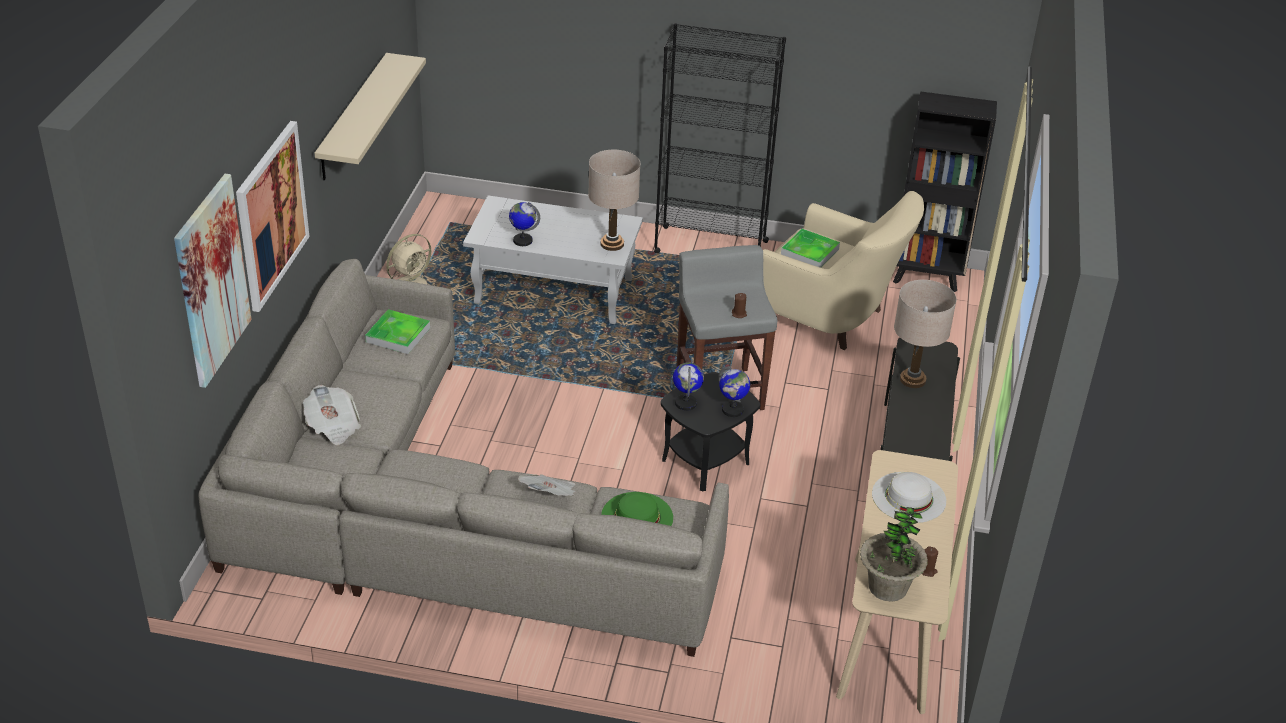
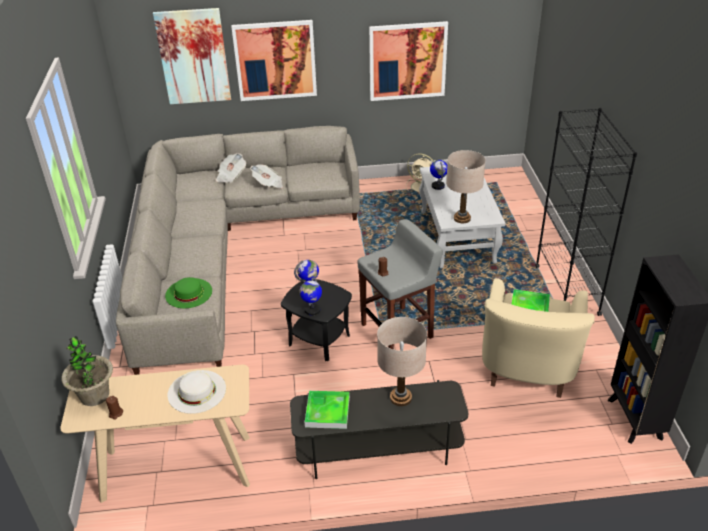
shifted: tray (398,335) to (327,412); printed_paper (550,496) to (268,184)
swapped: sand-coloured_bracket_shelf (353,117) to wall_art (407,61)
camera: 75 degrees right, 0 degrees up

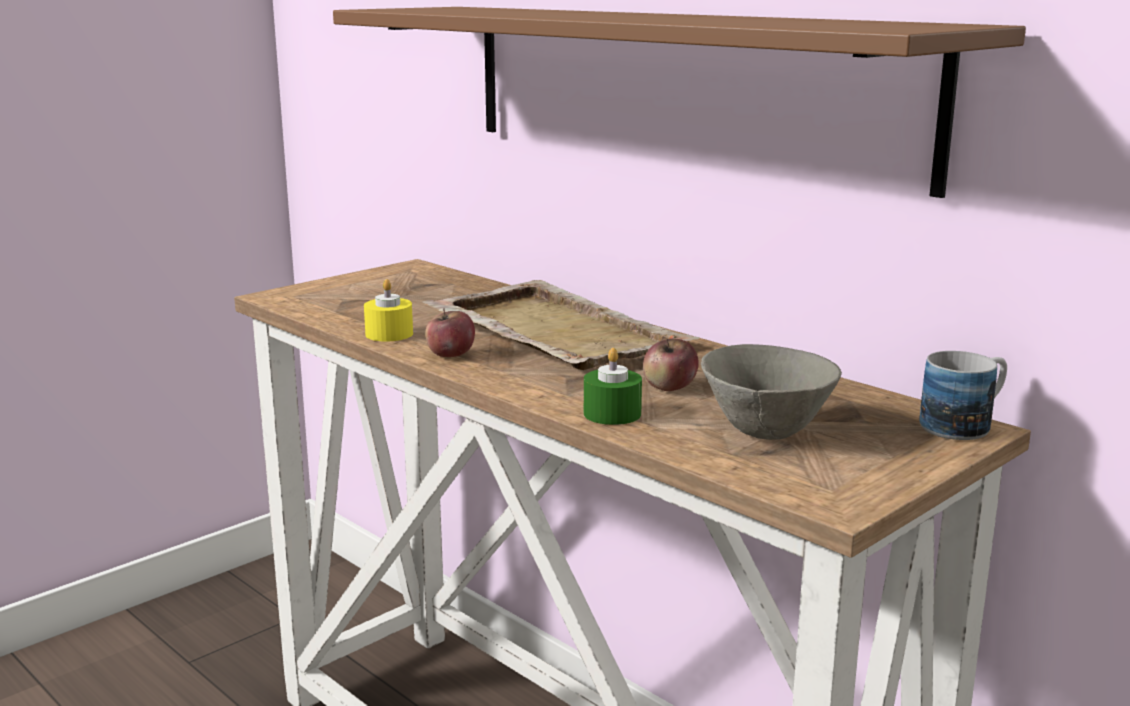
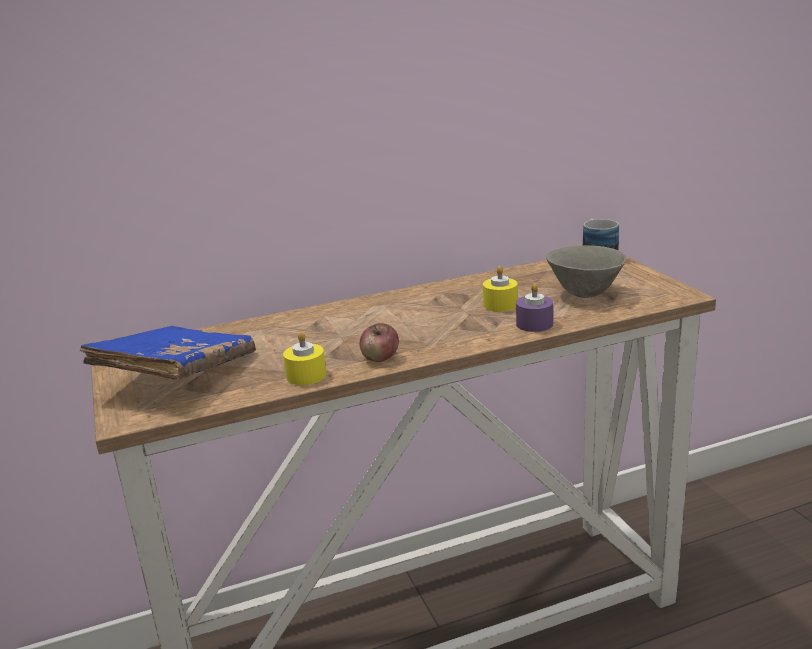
gone: brownish_bracket_shelf (680,87); sand-coloured_tray (553,331)
new: blue-coloured_book (177,375)
swapped: whole_apple (669,387) to yellowish_wax_light (500,304)
repainted: greenish_wax_light (612,414) to purple_wax_light (534,324)
camera: 65 degrees left, 5 degrees up

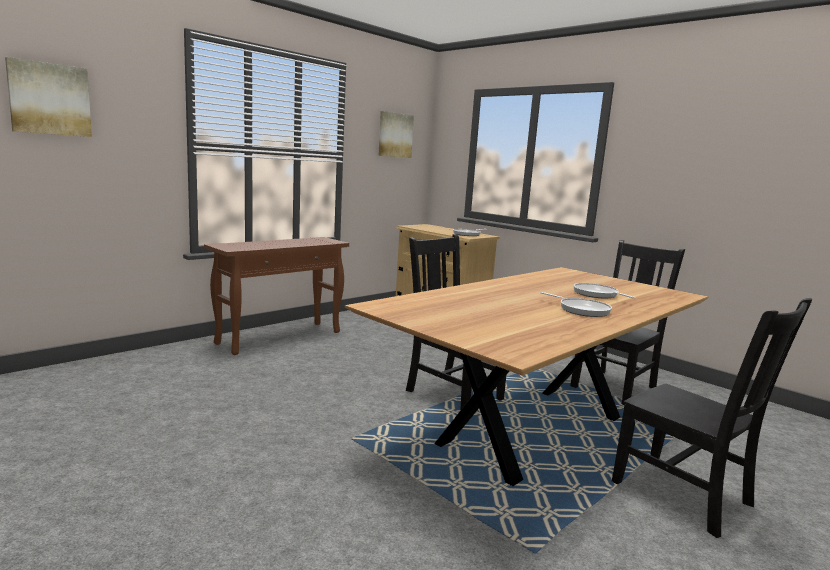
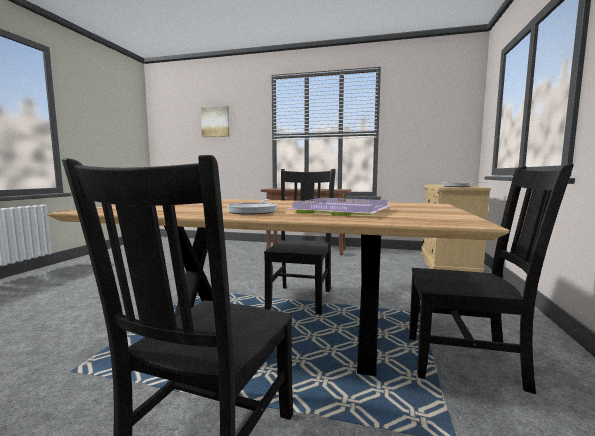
gone: wall_art (395,135)
swapped: skillet (597,294) to purple_tray (339,211)
camera: 60 degrees right, 5 degrees down

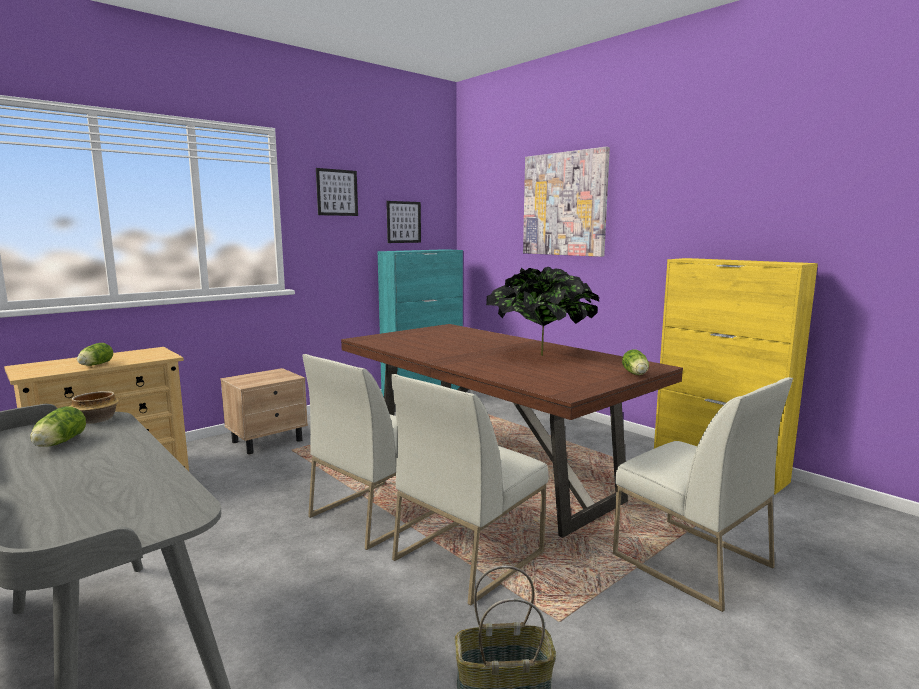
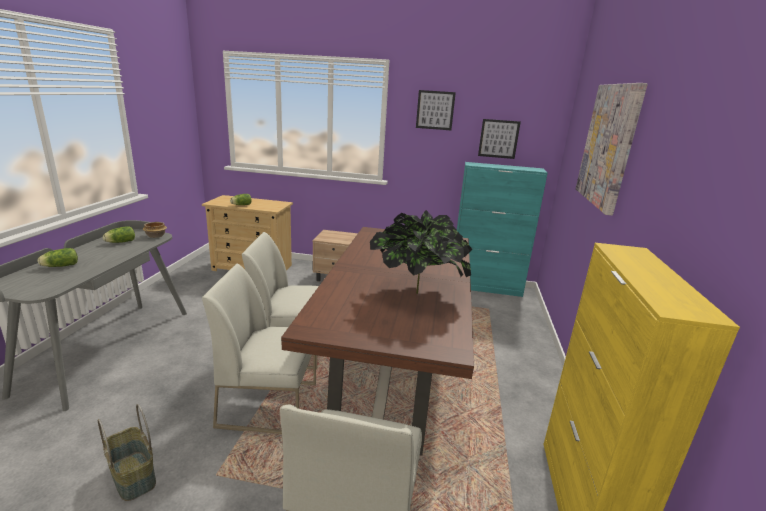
shifted: lettuce_head (636,374) to (59,266)
camera: 50 degrees right, 10 degrees up

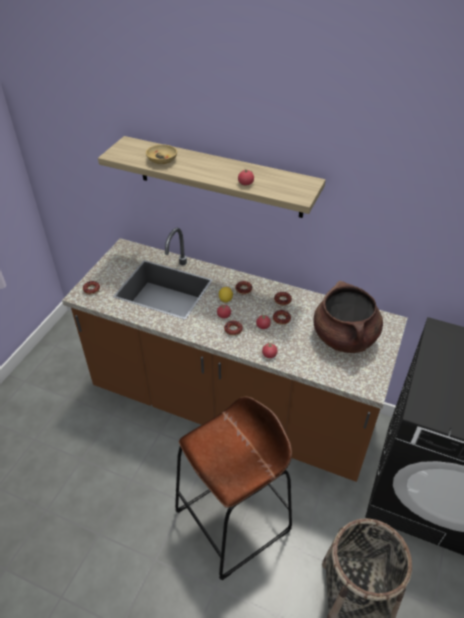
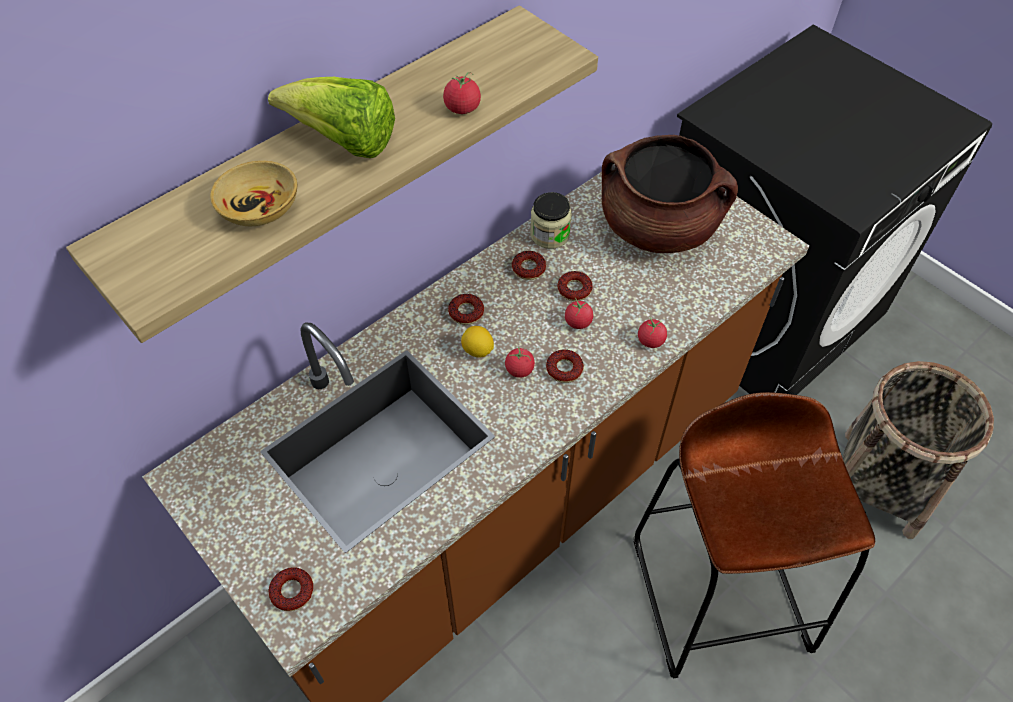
new: lettuce_head (344,142); preserve_jar (550,235)
camera: 65 degrees left, 10 degrees up

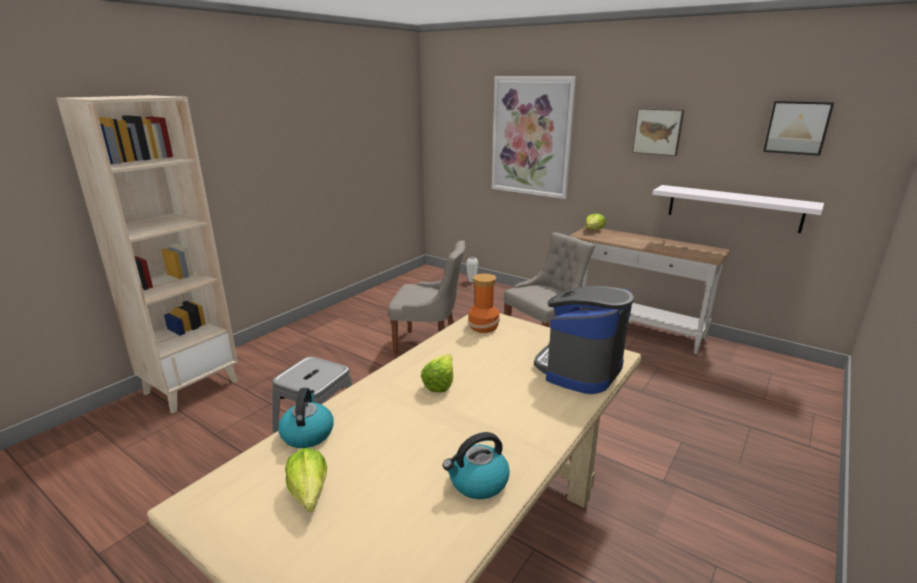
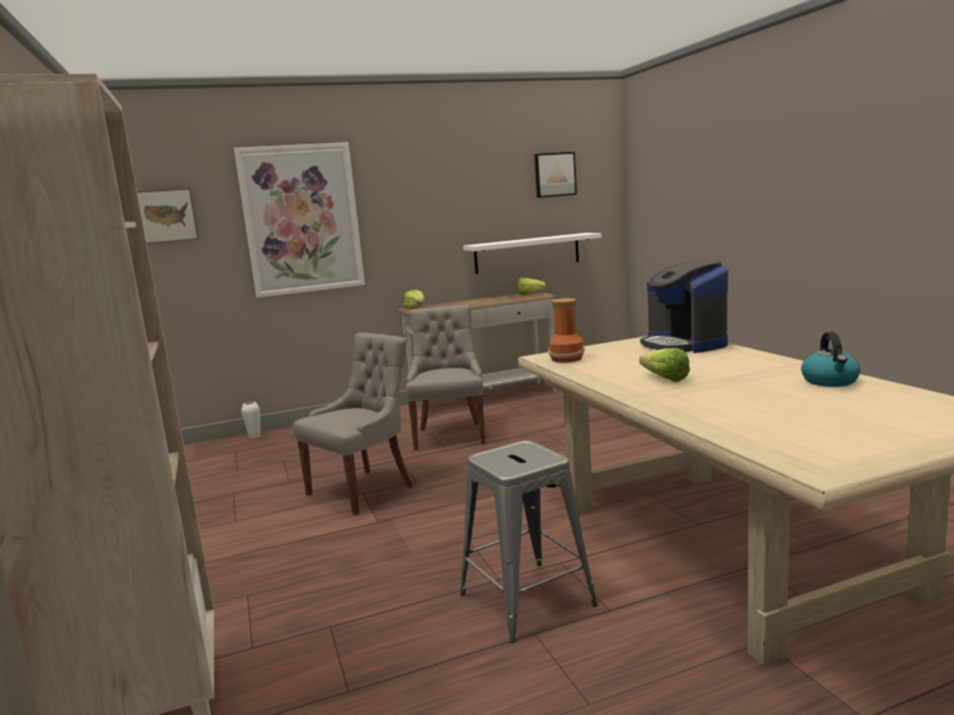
gone: kettle (307,433)
shifted: lettuce_head (308,499) to (532,294); wall_art (658,131) to (167,215)
camera: 55 degrees left, 10 degrees down

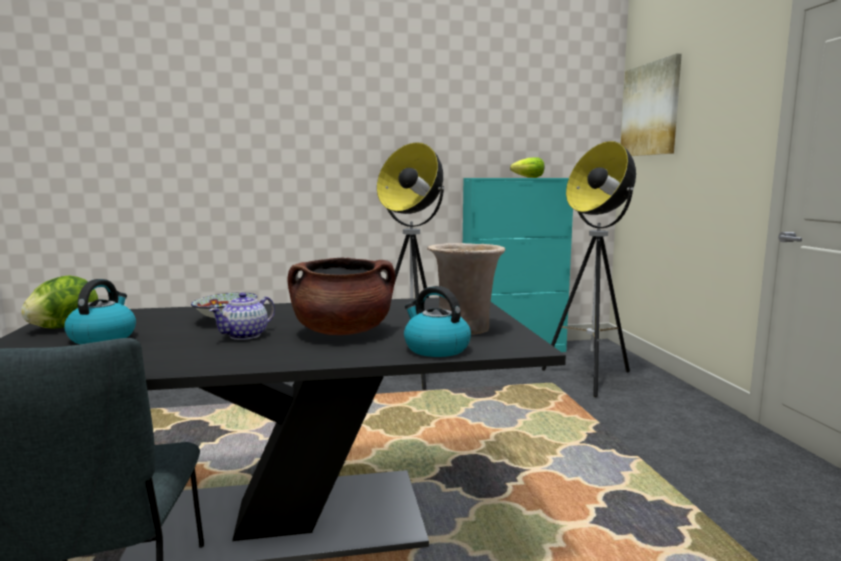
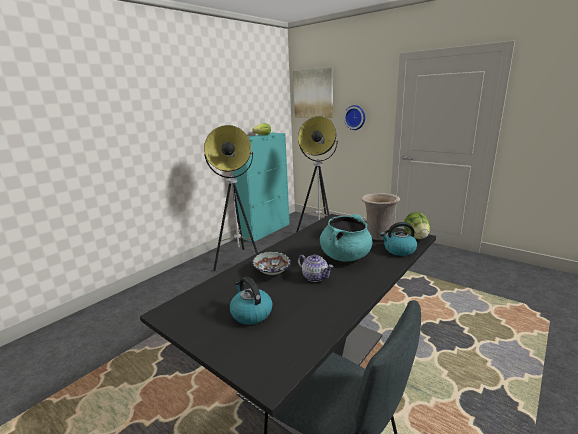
new: clock_on_the_wall (355,117)
shifted: lettuce_head (64,327) to (416,237)
repainted: brownish_stockpot (343,332) to blue-green_stockpot (345,256)
rotated: pot_for_tea (245,335) = (315,277) 45 degrees counterclockwise
camera: 40 degrees left, 10 degrees up

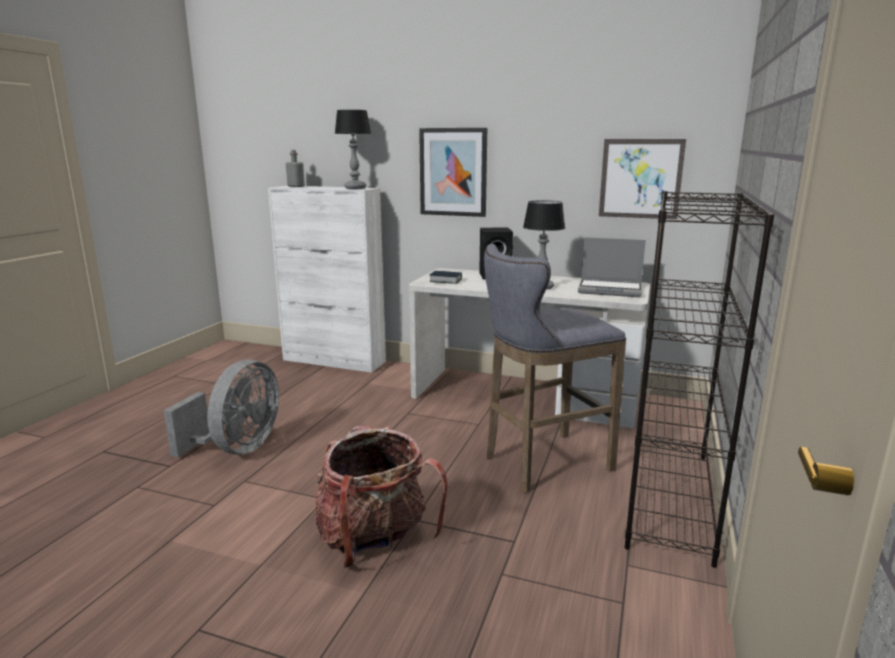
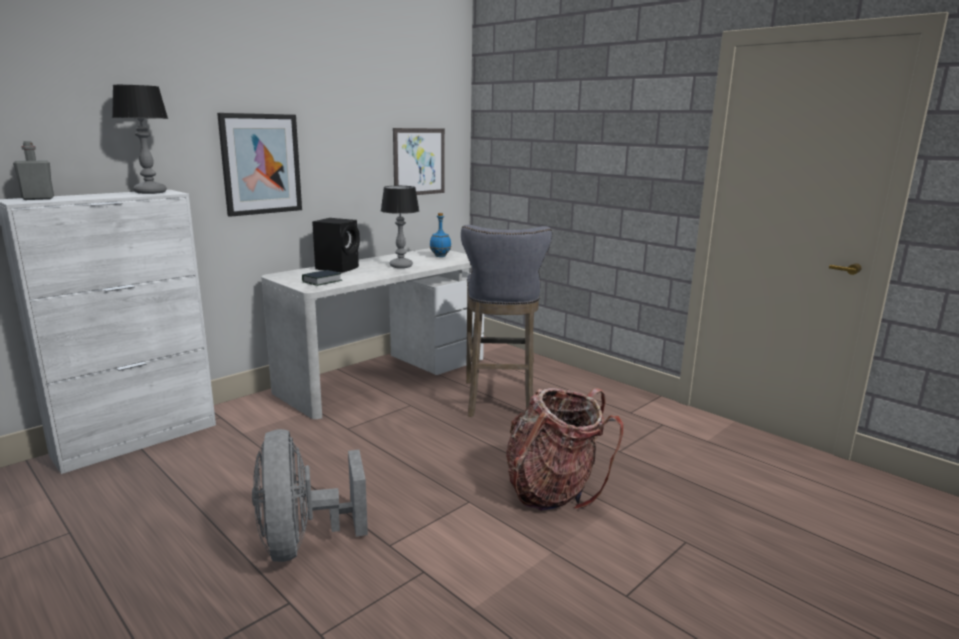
gone: black_bookcase (670,498)
swapped: laptop (611,290) to blue-coloured_beverage_bottle (440,256)
rotated: greyish_electric_fan (237,448) = (303,542) 150 degrees counterclockwise
camera: 65 degrees left, 0 degrees up

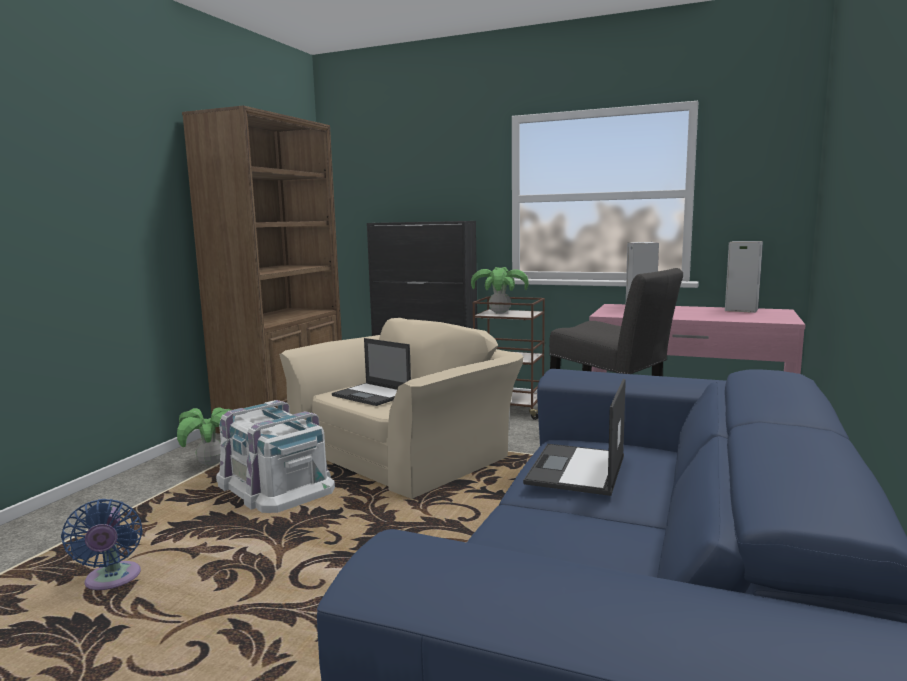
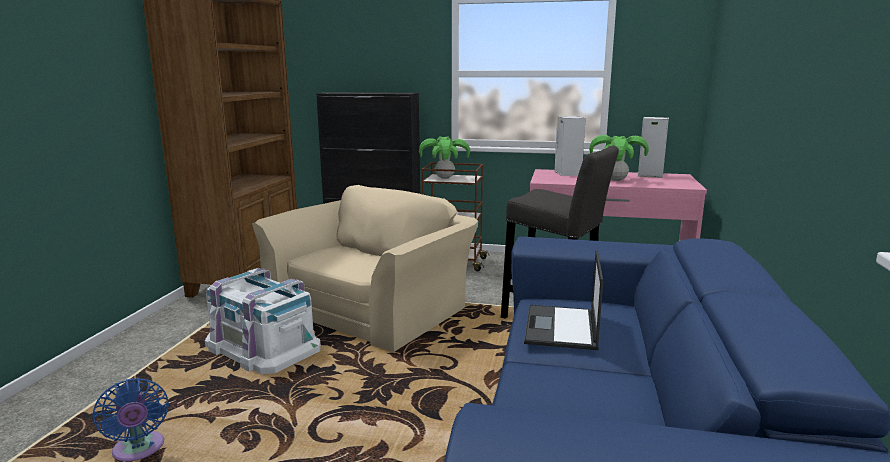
gone: laptop (373,395)
shifted: potted_plant (211,463) to (616,180)
camera: 10 degrees left, 5 degrees up

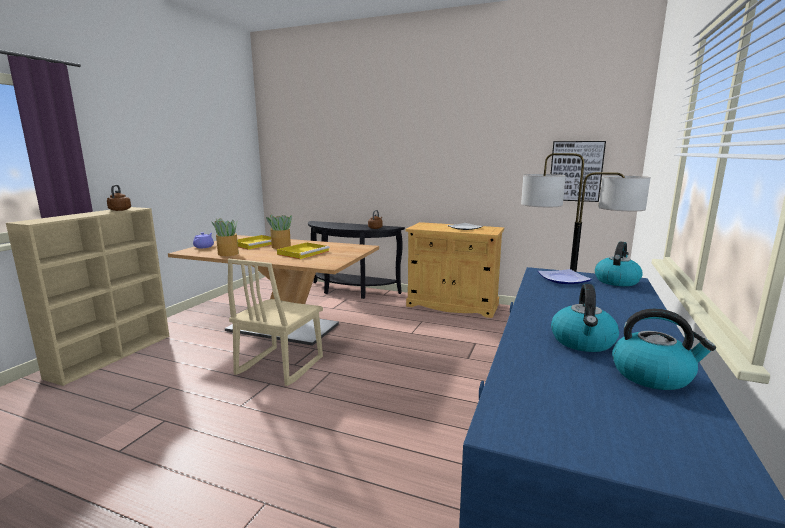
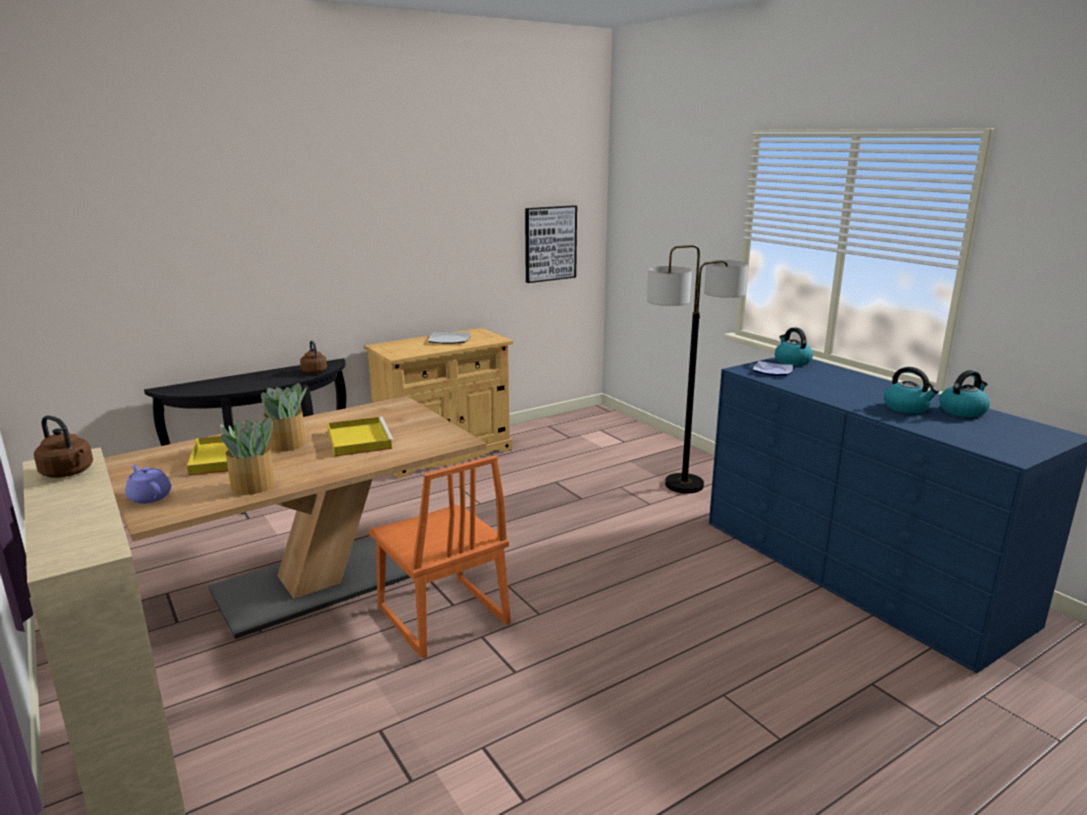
repainted: sand-coloured_chair (279,366) to orange-coloured_chair (441,617)
camera: 55 degrees left, 5 degrees up

